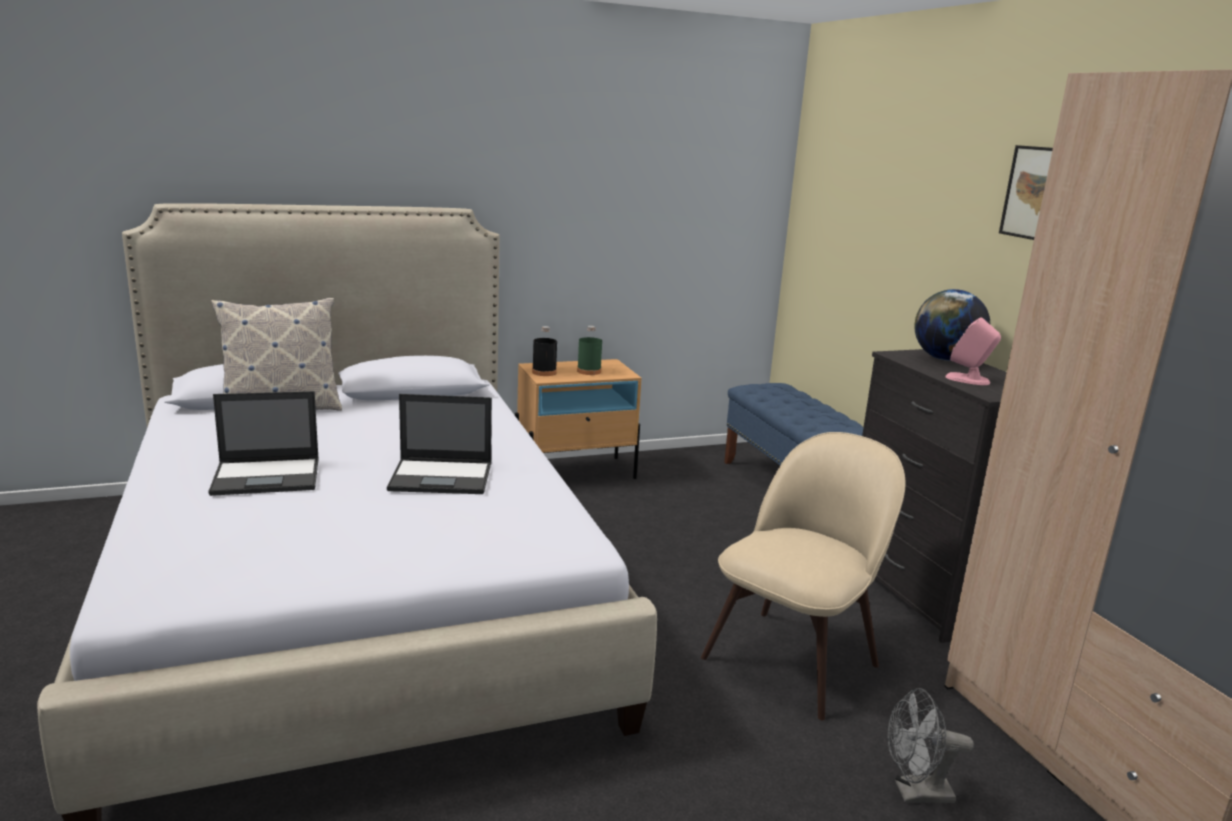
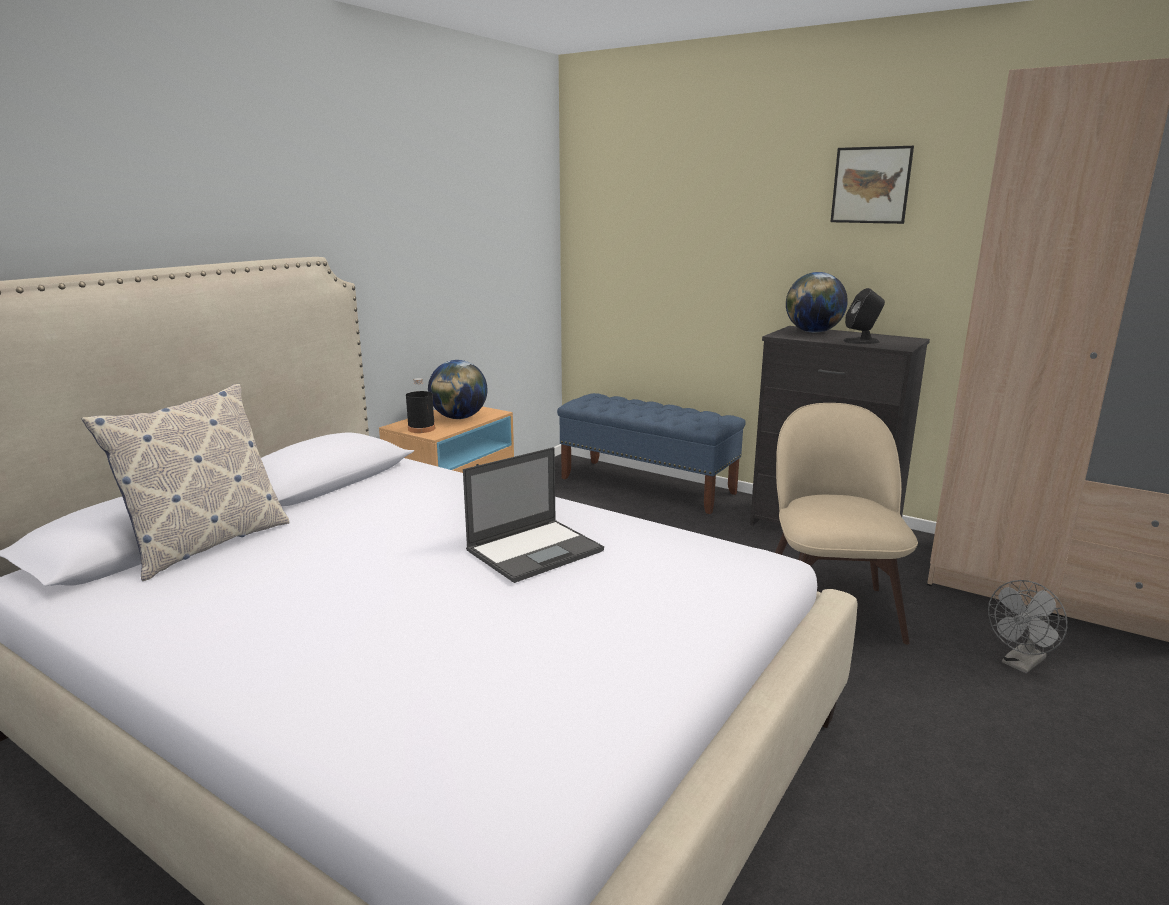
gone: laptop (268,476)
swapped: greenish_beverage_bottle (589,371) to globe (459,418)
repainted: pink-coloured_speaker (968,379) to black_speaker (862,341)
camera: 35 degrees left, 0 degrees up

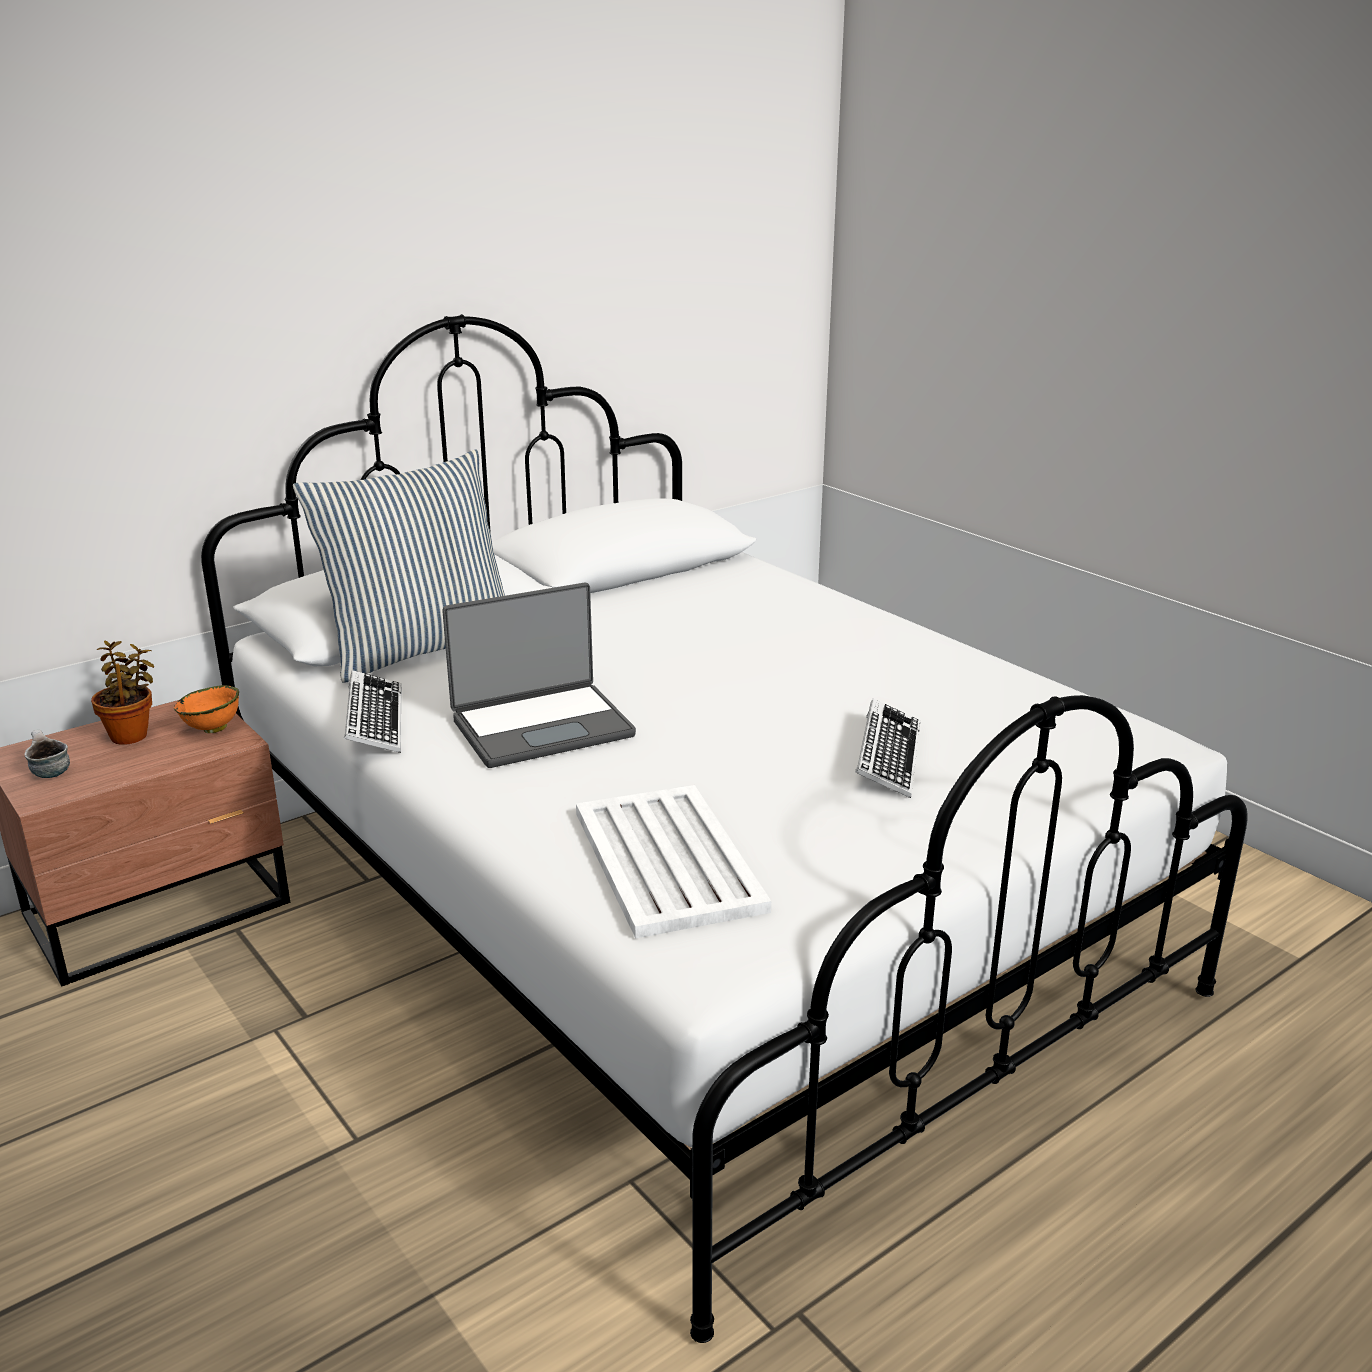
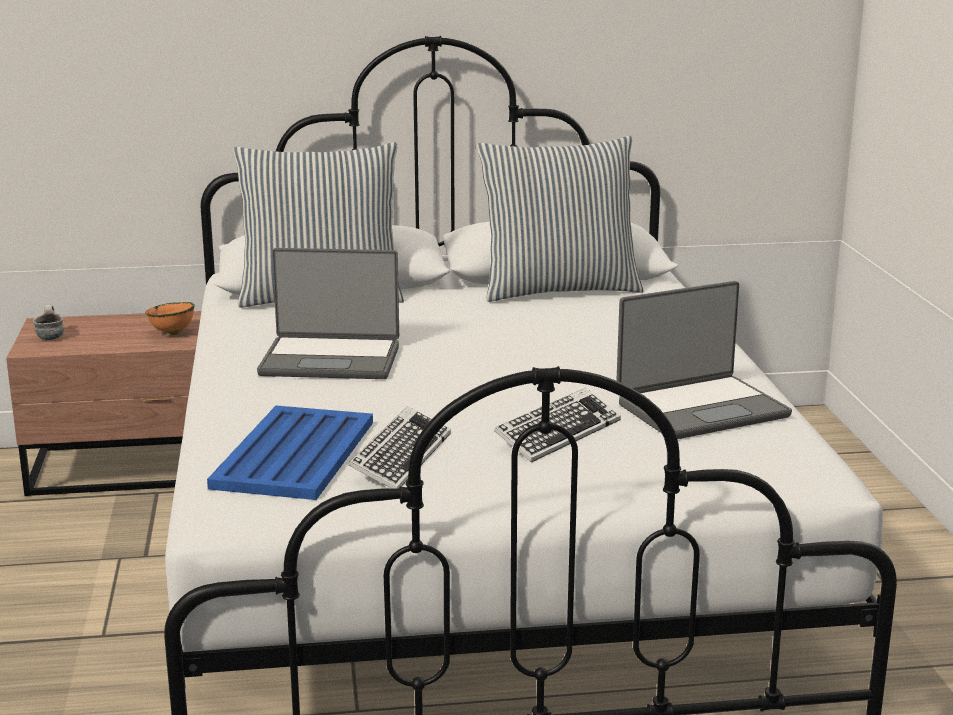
gone: potted_plant (131,734)
new: pillow (558,289); laptop (700,409)
shifted: PC_keyboard (374,720) to (401,457)
repainted: whitish_tray (667,862) to blue-coloured_tray (293,455)
camera: 30 degrees right, 5 degrees down

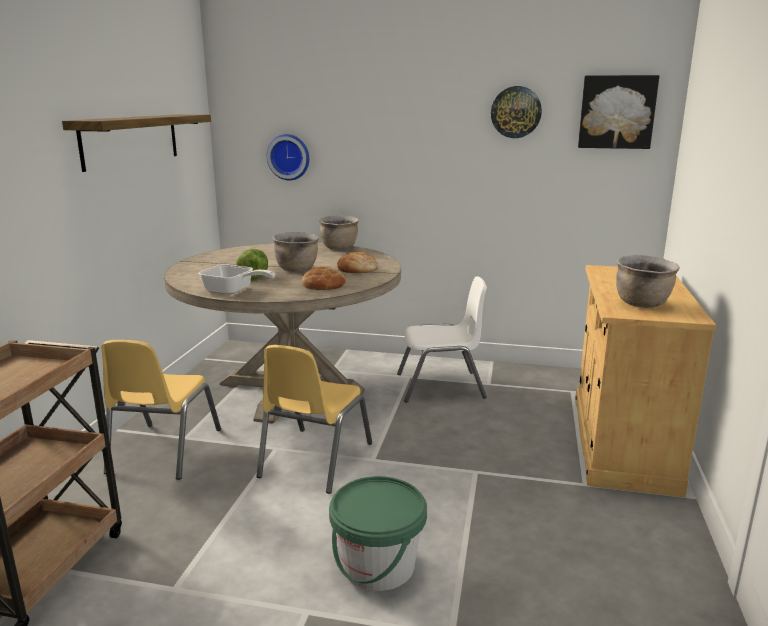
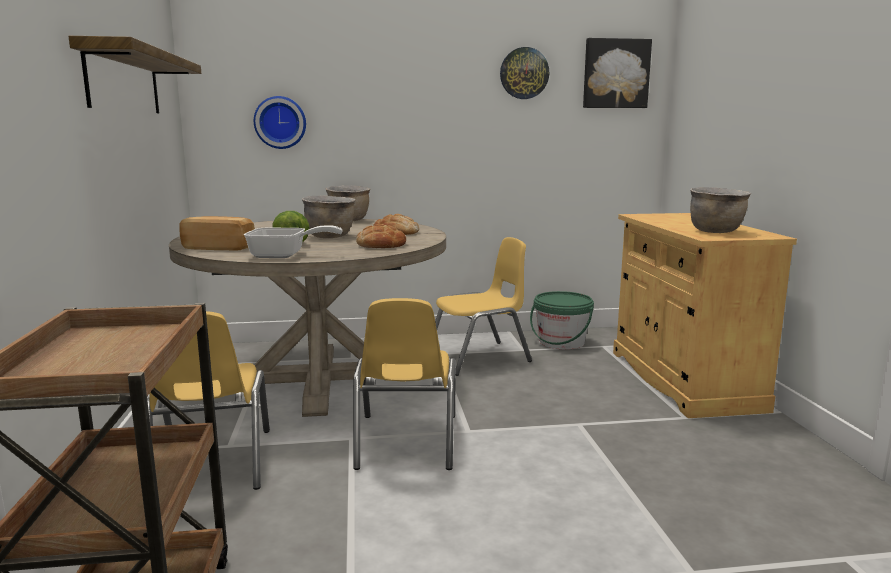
new: bread (219,247)
shifted: greenish_water_bucket (378,565) to (561,342)
repainted: whitish_chair (441,386) to yellowish_chair (479,358)
camera: 20 degrees left, 5 degrees down

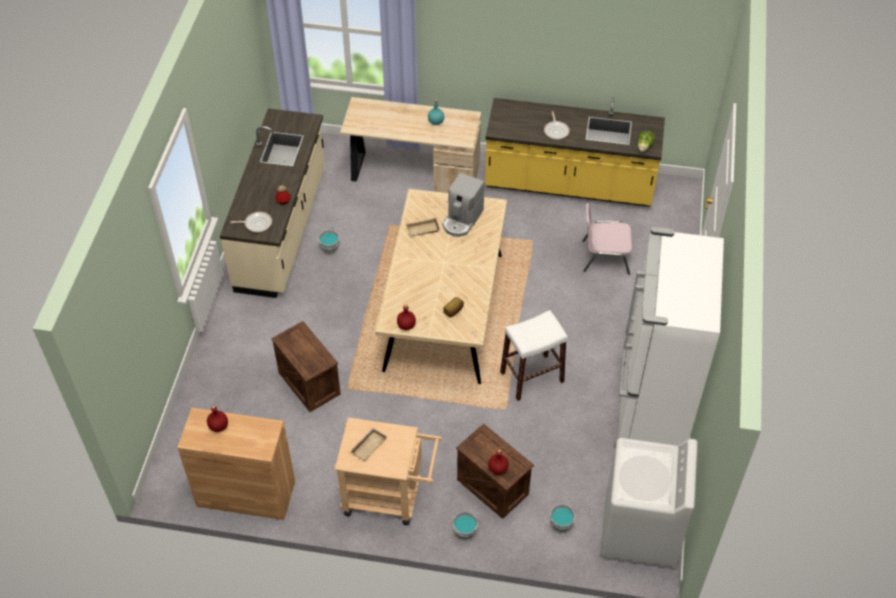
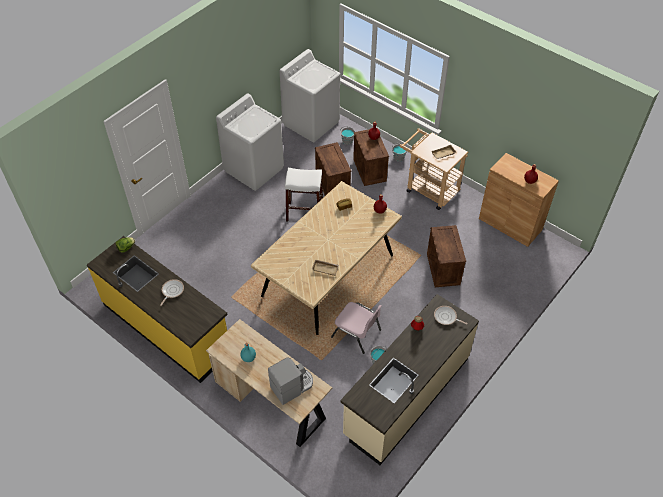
new: shipping_crate (332,184)
shifted: coffee_machine (462,219) to (292,386); pink-coloured_chair (604,256) to (357,333)
swapped: whitish_refrigerator (650,408) to whitish_washing_machine (254,169)
camera: 150 degrees left, 0 degrees up

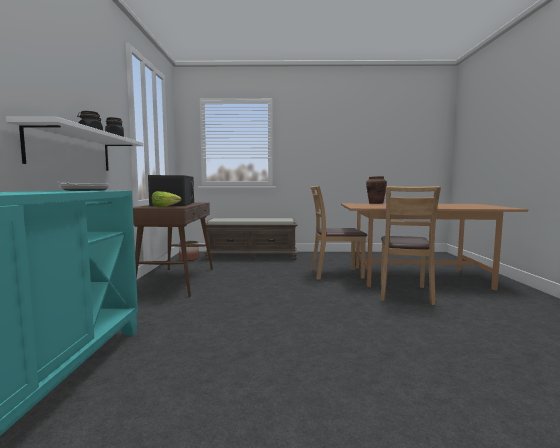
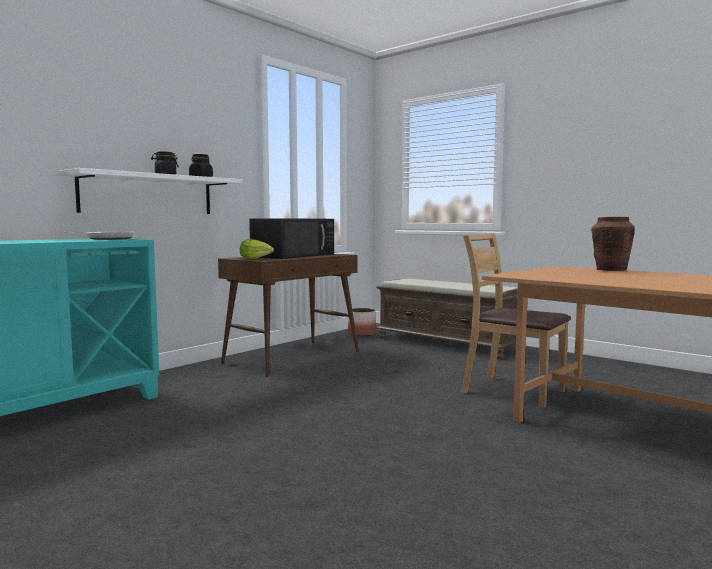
gone: brownish_chair (404,293)
camera: 40 degrees right, 0 degrees up

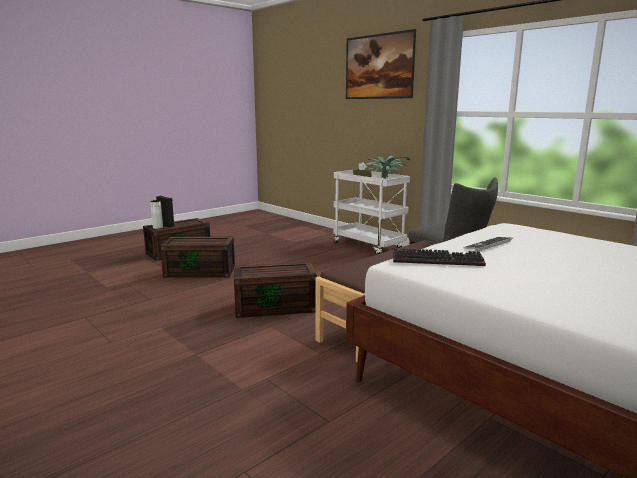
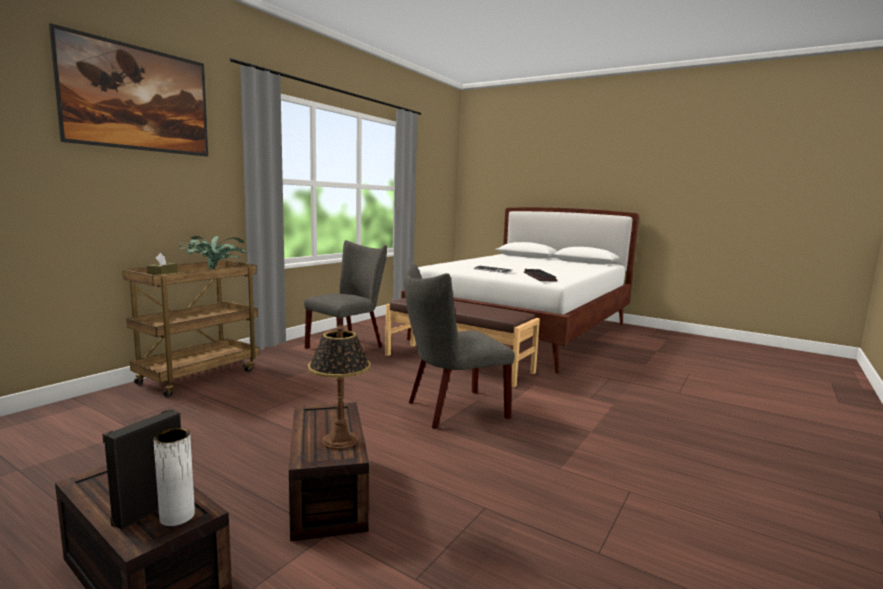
new: tabletop_lamp (340,441)
swapped: brownish_storage_box (276,306) to greyish_chair (451,410)
repainted: whitish_trolley (369,246) to brownish_trolley (199,376)
camera: 105 degrees left, 5 degrees down

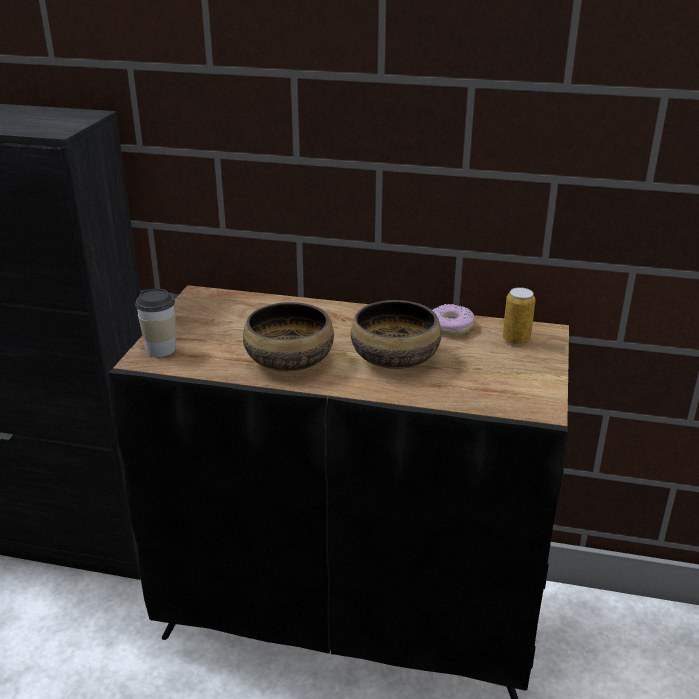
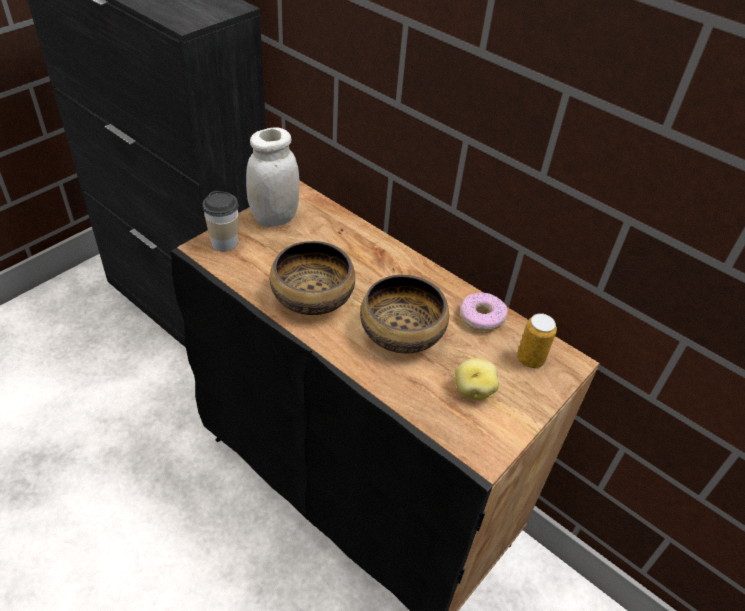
new: whitish_preserve_jar (274,217); potato (473,389)
camera: 25 degrees right, 15 degrees up

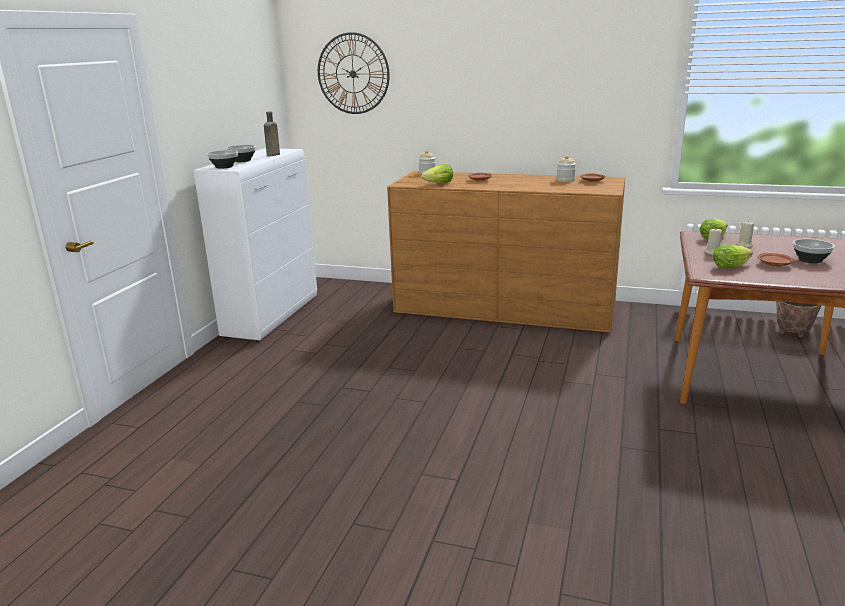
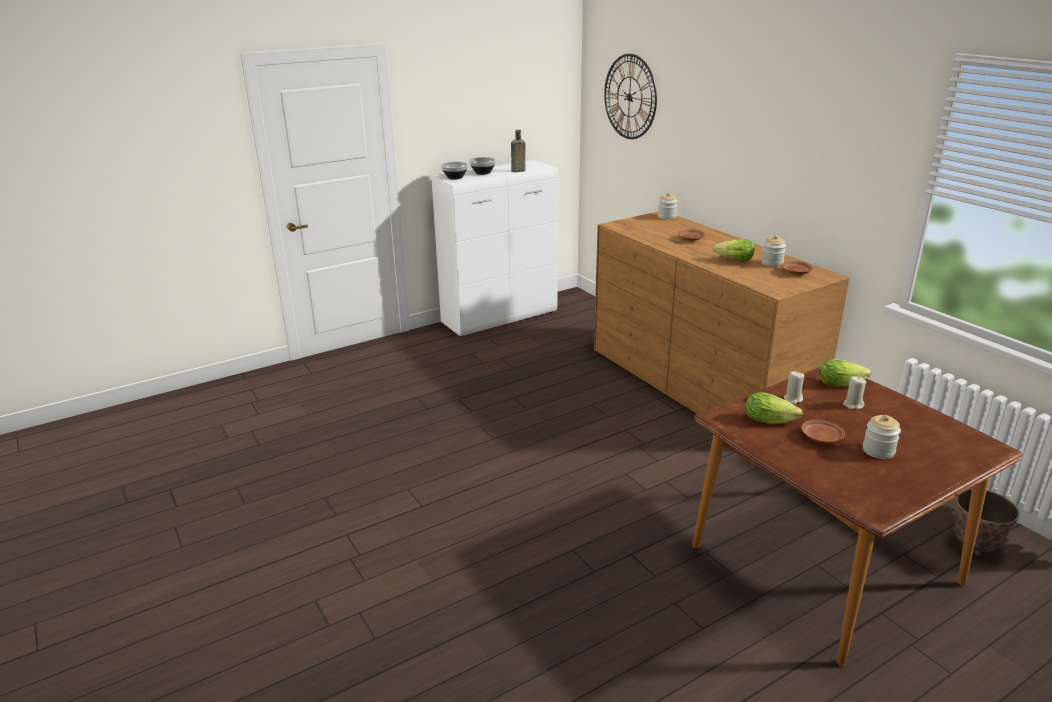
shifted: lettuce_head (438,184) to (734,260)
swapped: deep_dish (810,260) to preserve_jar (878,451)
camera: 40 degrees right, 5 degrees up

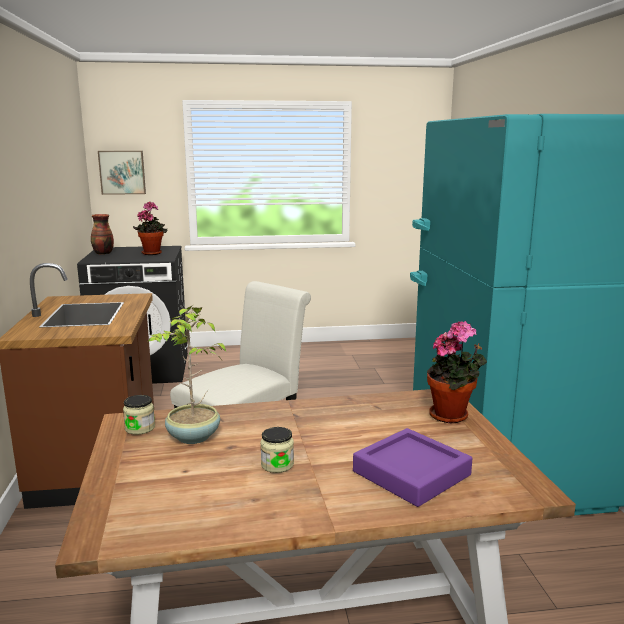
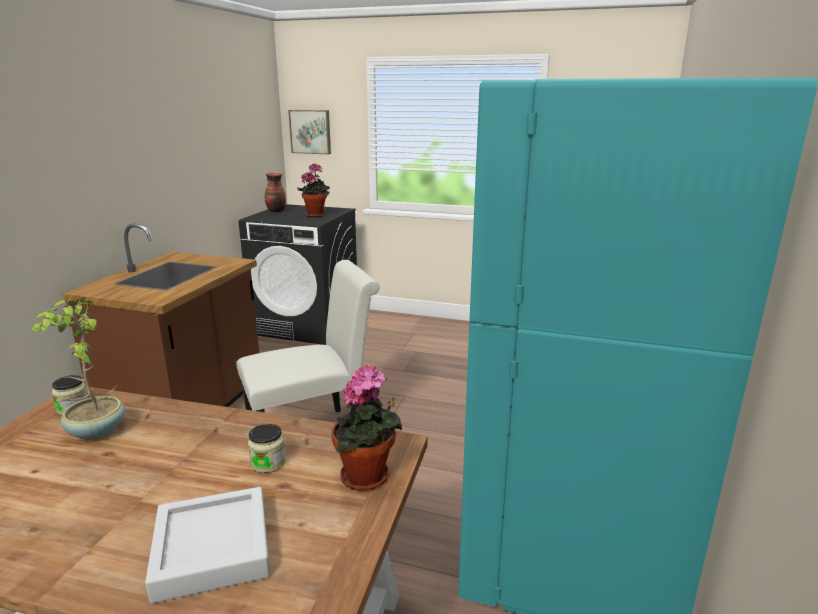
shifted: preserve_jar (277,465) to (268,463)
repainted: purple_tray (411,473) to greyish_tray (212,549)
camera: 25 degrees right, 5 degrees up

